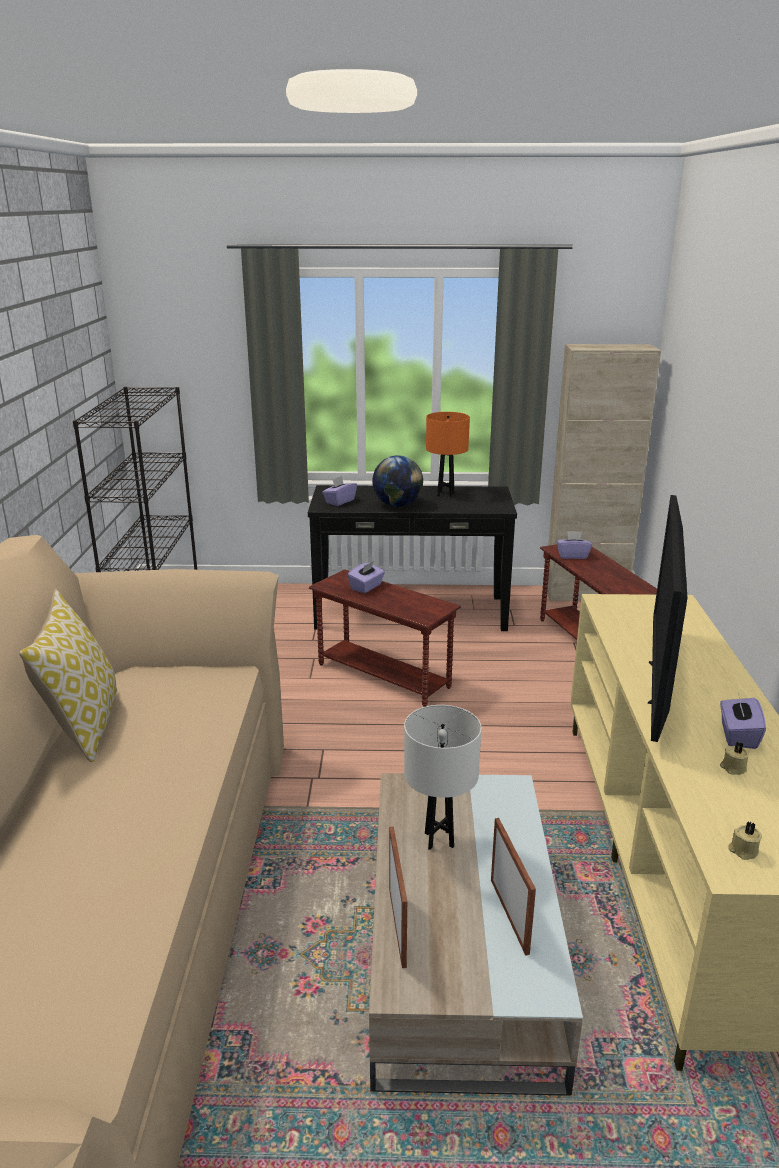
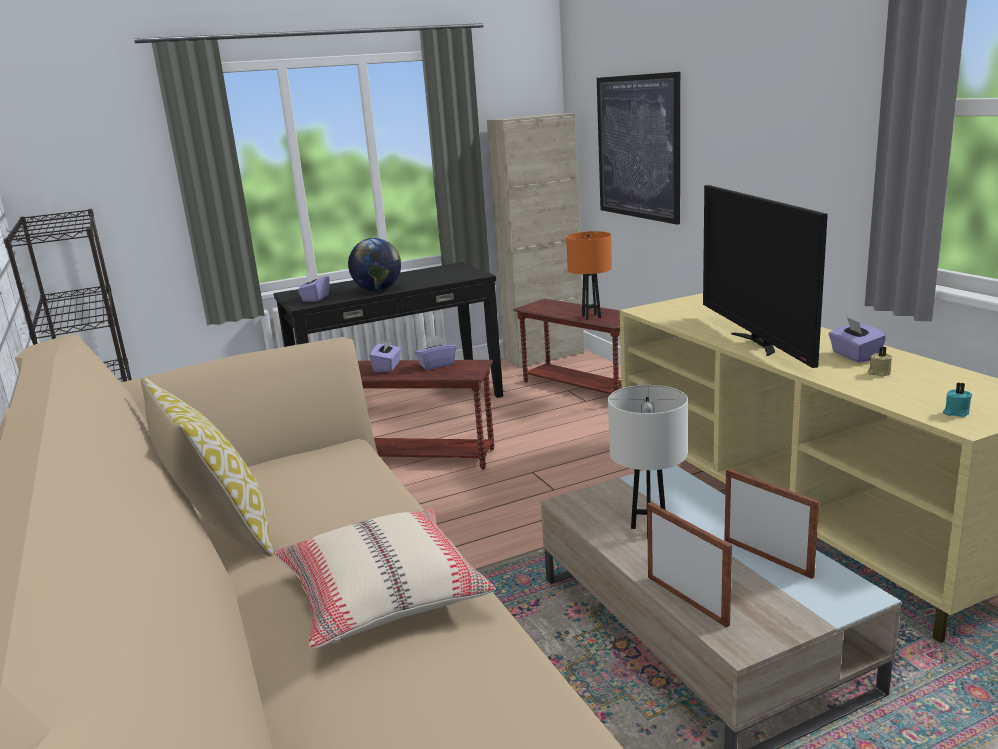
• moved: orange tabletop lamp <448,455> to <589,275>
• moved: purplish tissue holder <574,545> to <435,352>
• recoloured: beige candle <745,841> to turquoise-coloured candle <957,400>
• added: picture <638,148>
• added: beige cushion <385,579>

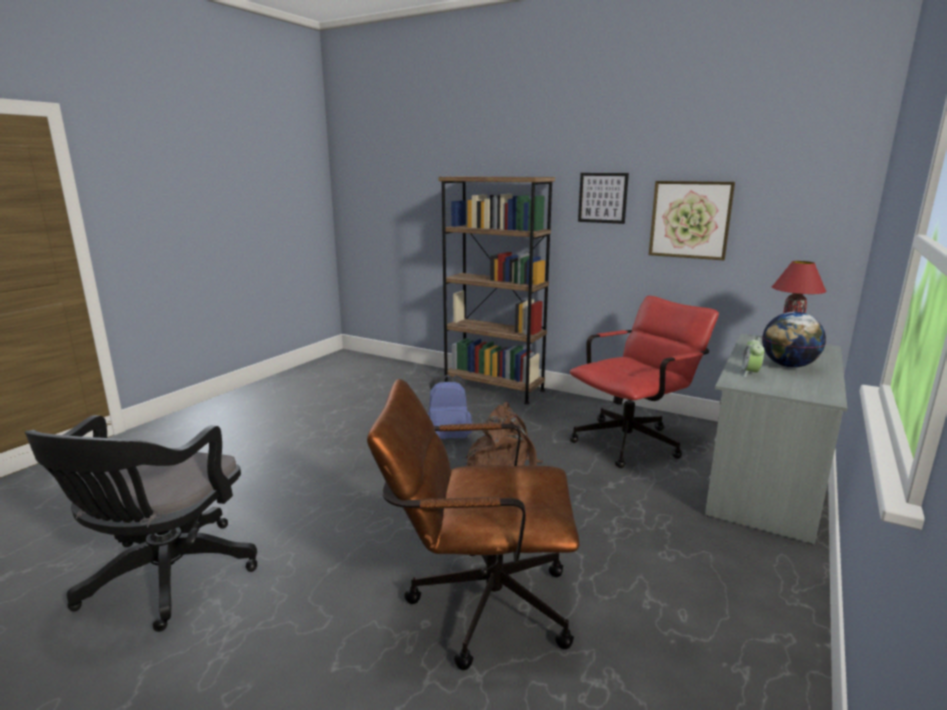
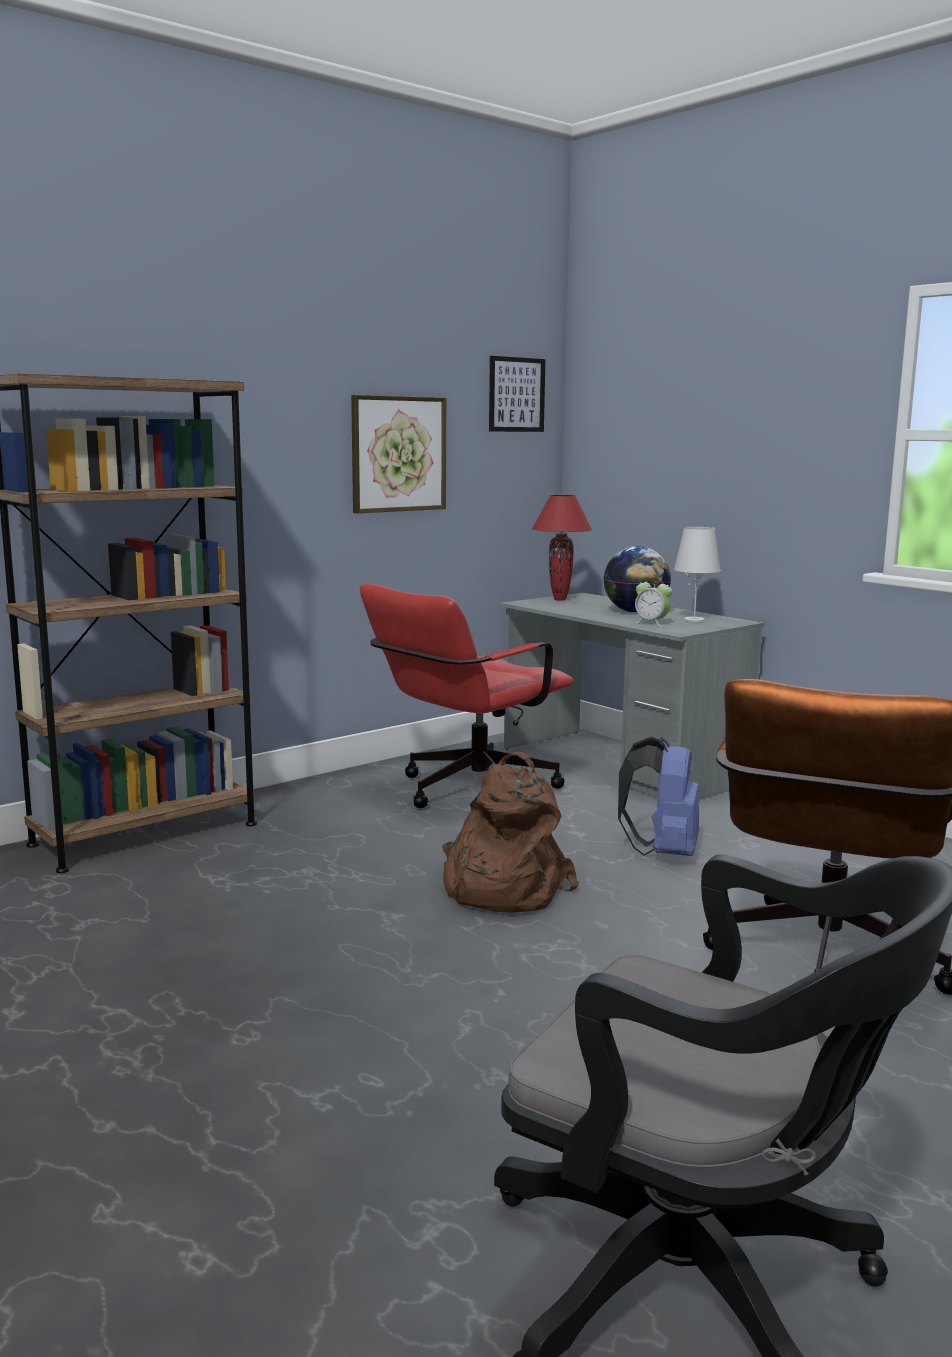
• moved: picture <603,198> to <517,394>
• turned: red-coloured office chair <644,382> = <466,696> 120 degrees counterclockwise
• moved: blue-coloured backpack <449,406> to <658,796>
• added: white tabletop lamp <697,574>

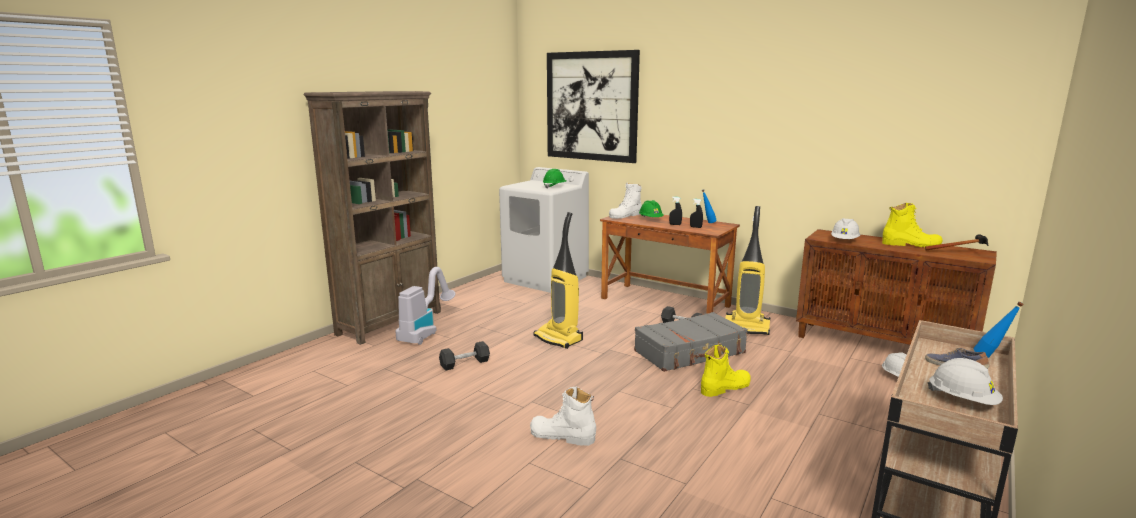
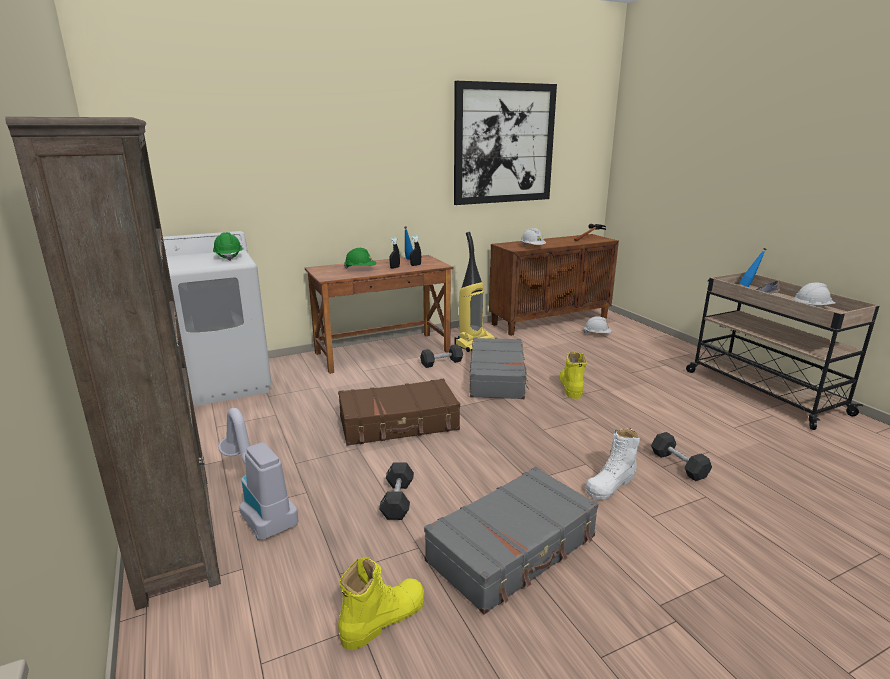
• moved: picture <593,106> to <505,143>
• removed: white tall boot <625,201>
• moved: yellow tall boot <912,225> to <381,604>
• replaced: vacuum cleaner <558,280> to brown piece of luggage <399,412>
• added: blackish dumbbell <681,456>
• added: greyish piece of luggage <511,540>

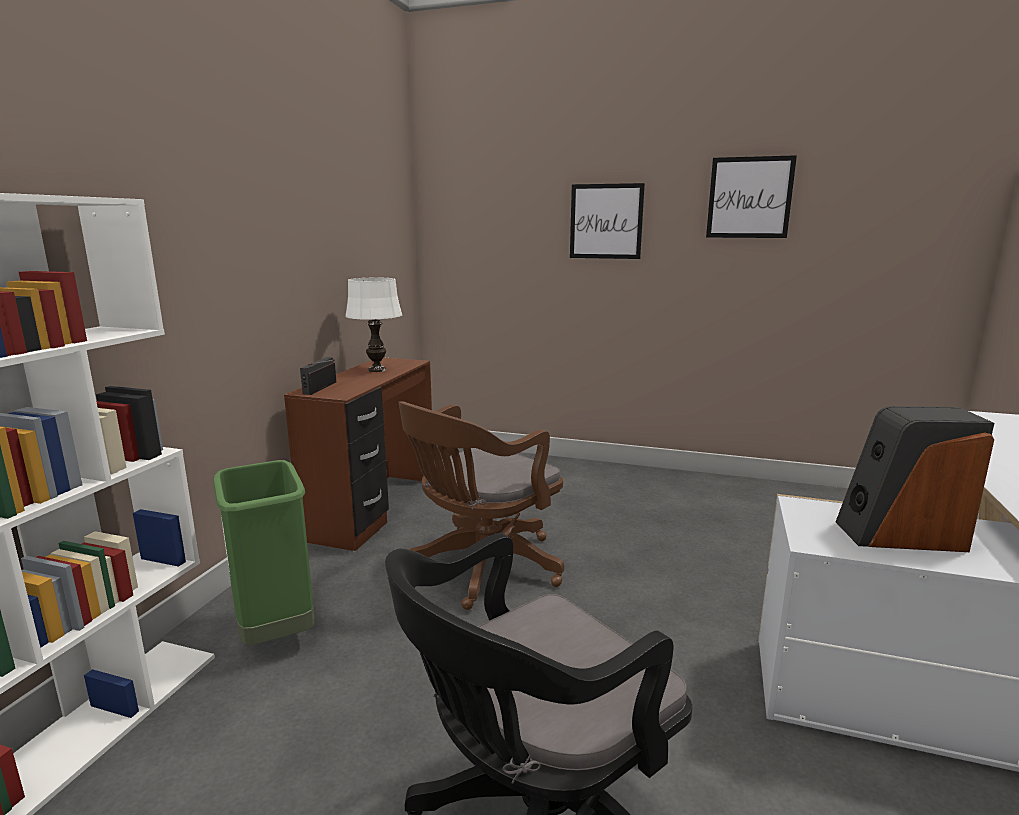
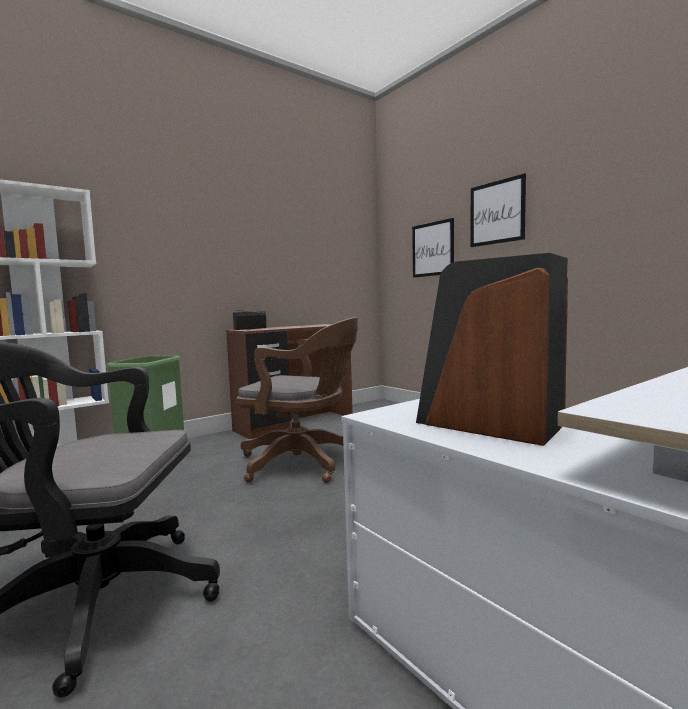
• moved: picture <751,196> to <433,248>
• removed: white tabletop lamp <373,325>
• turned: brown office chair <481,506> = <298,400> 150 degrees counterclockwise

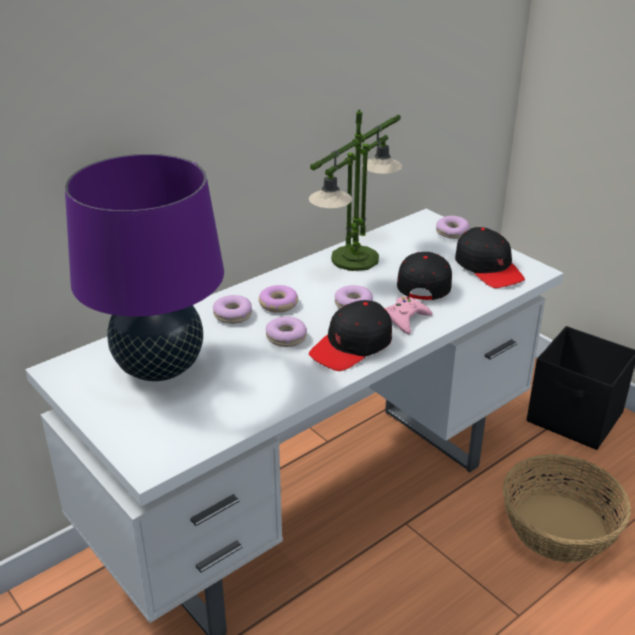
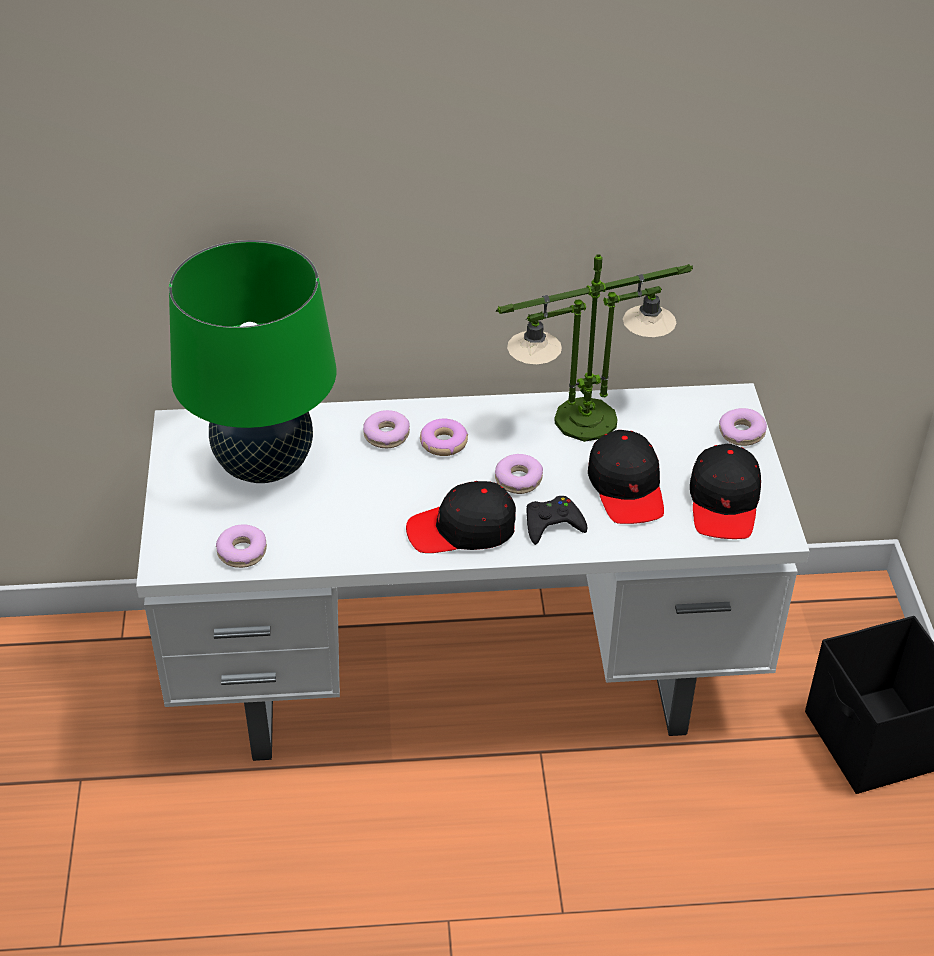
• recoloured: purplish tabletop lamp <144,267> to green-coloured tabletop lamp <253,361>
• turned: blackish peaked cap <424,276> = <626,477> 120 degrees clockwise
• recoloured: pink-coloured joypad <408,315> to blackish joypad <557,520>
• moved: donut <286,332> to <241,546>
• removed: basket <567,508>

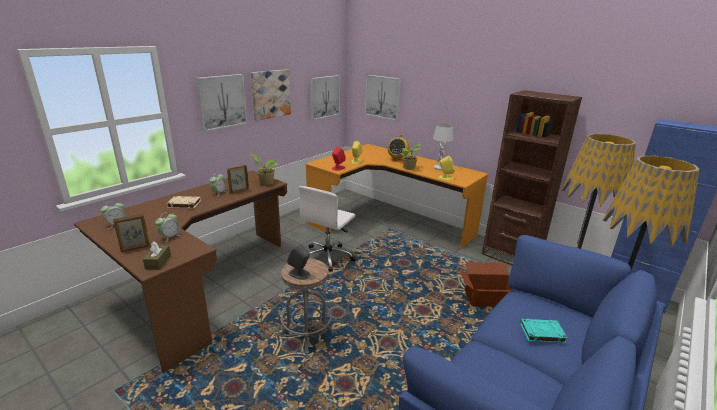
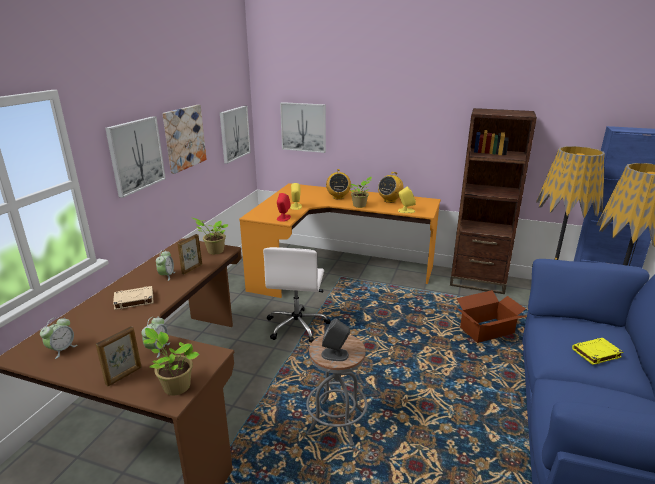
• replaced: white tabletop lamp <443,147> to radio set <391,187>
• replaced: brown tissue holder <157,256> to potted plant <171,361>
• recoloured: turquoise-coloured volume <544,331> to yellow volume <597,351>

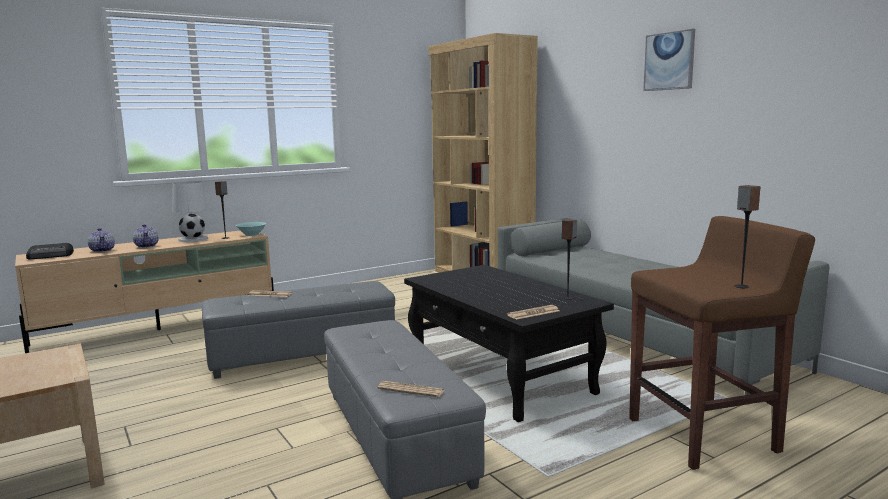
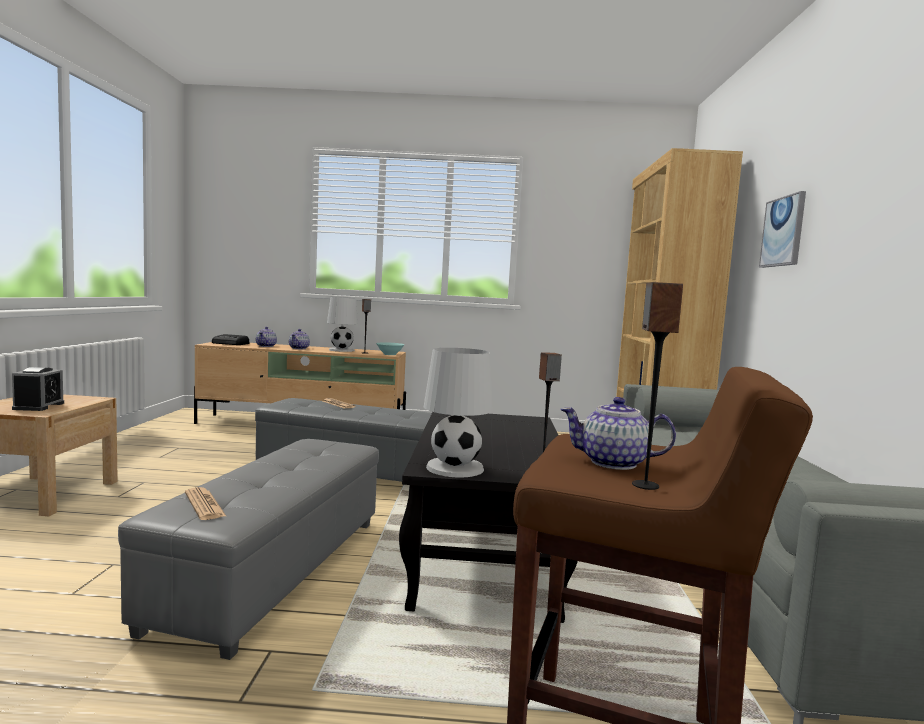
• moved: picture <669,60> to <782,229>
• replaced: newspaper <533,312> to white tabletop lamp <458,412>
• added: bedside clock <38,389>
• added: tea pot <618,433>

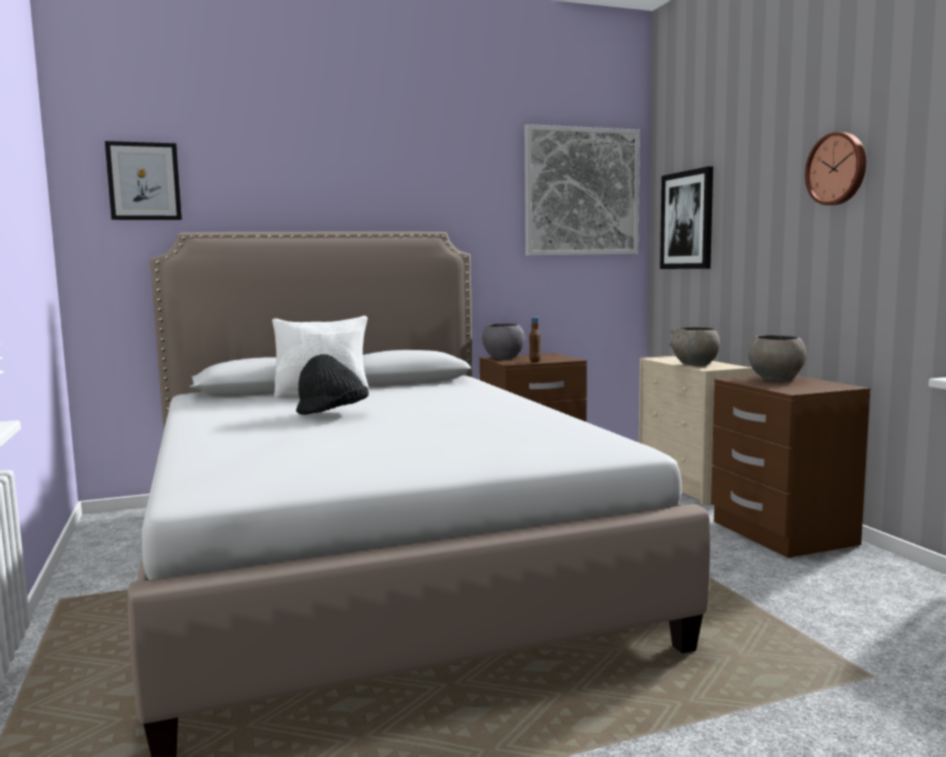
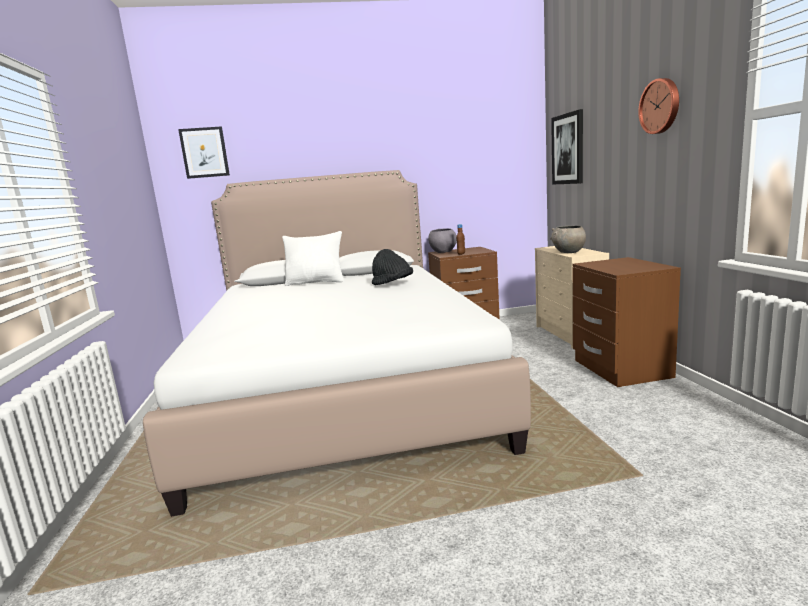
• removed: picture <582,190>
• removed: greyish bowl <777,358>
• moved: blackish hat <332,384> to <392,267>

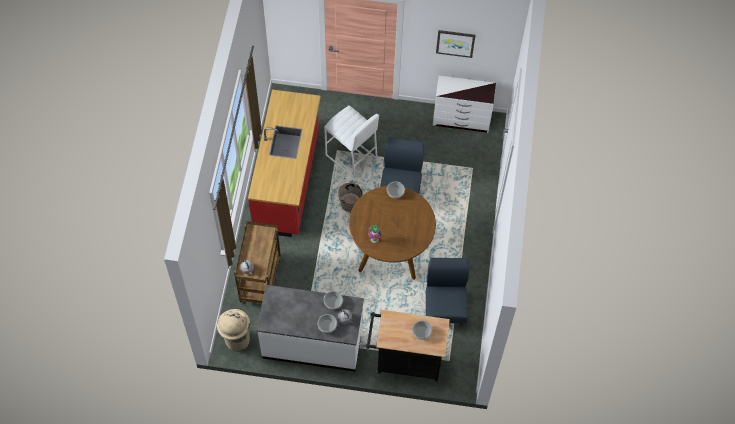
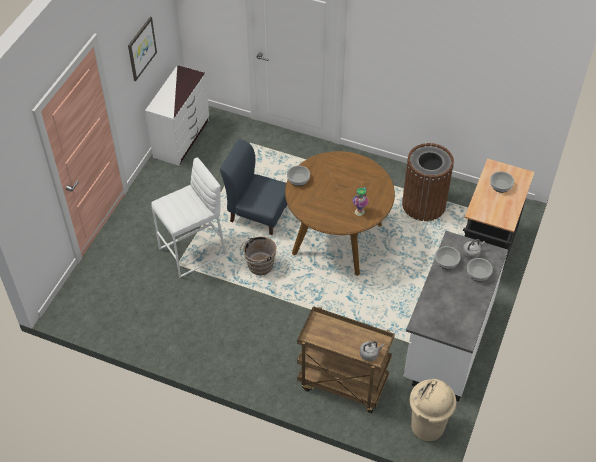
• removed: red-coloured kitchen base unit <284,163>
• replaced: blue-coloured plain chair <447,292> to brown rubbish bin <428,182>

